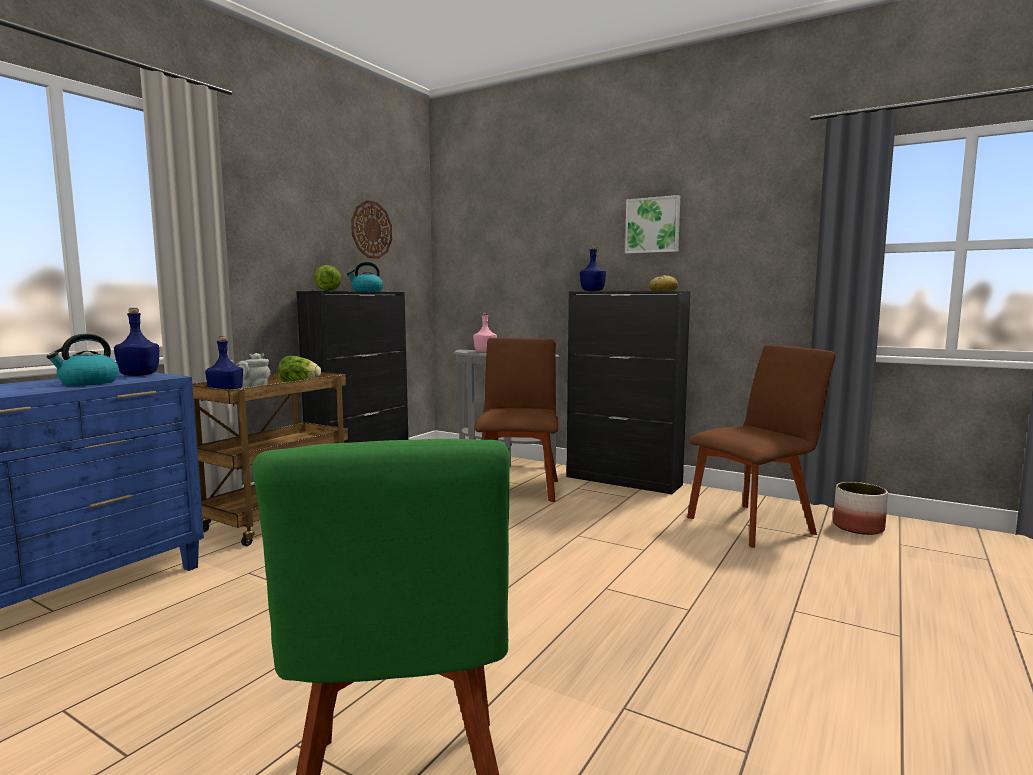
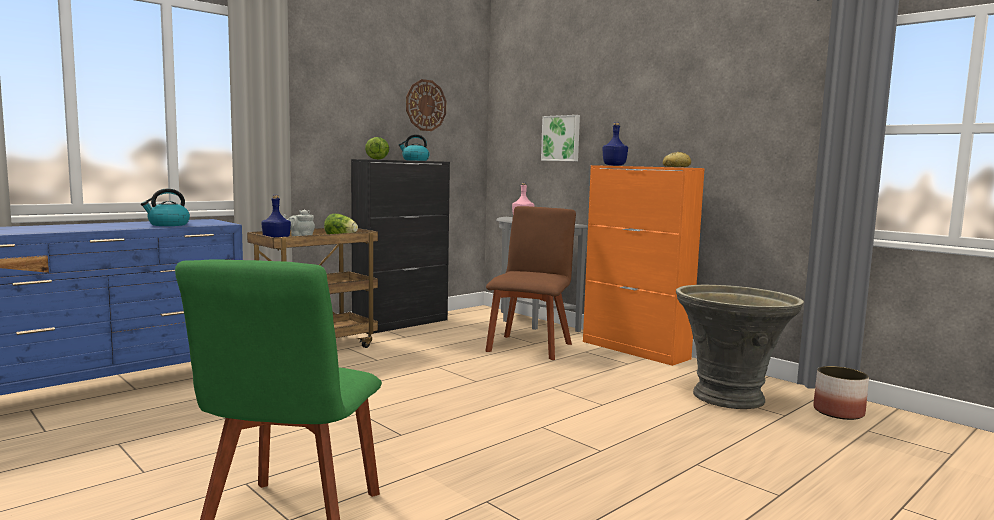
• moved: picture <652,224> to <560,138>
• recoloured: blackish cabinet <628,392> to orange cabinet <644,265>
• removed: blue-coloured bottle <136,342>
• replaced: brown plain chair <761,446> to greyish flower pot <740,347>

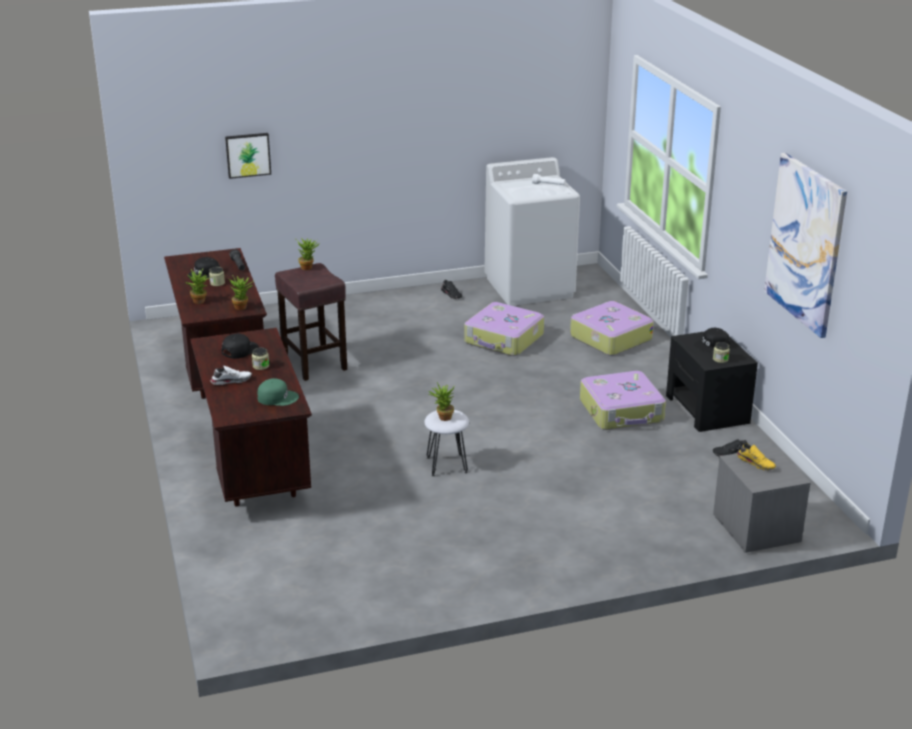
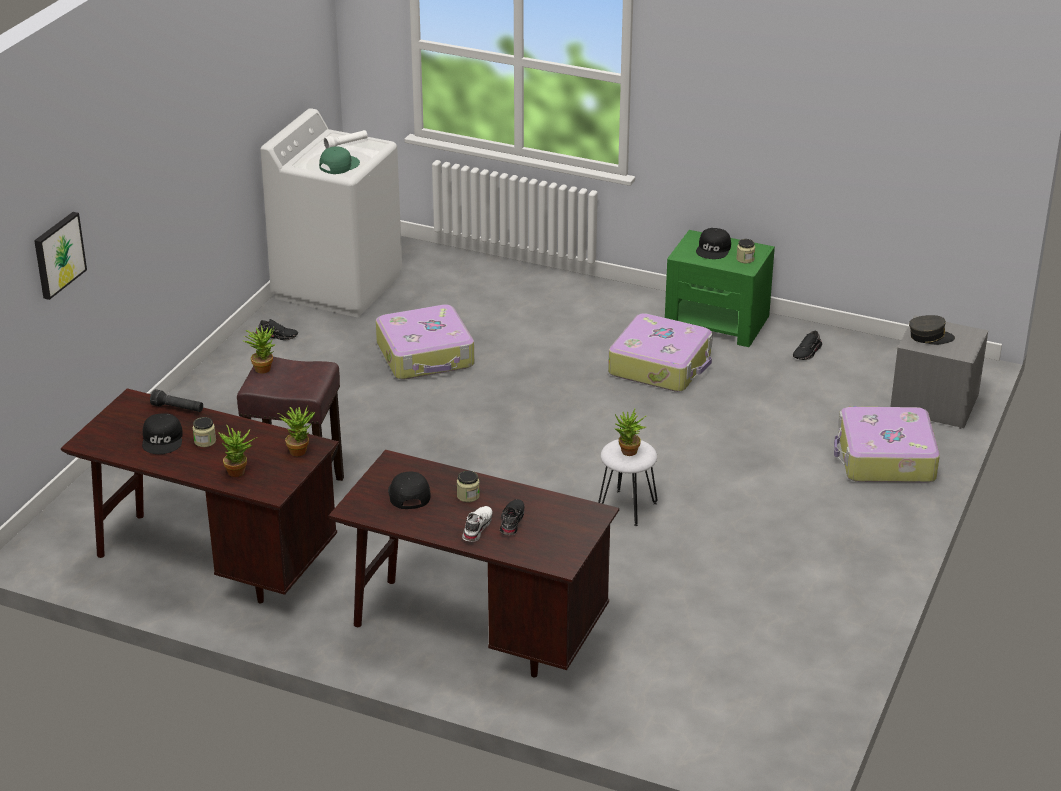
• removed: picture <805,245>
• moved: piece of luggage <612,328> to <887,445>
• recoloured: blackish bedside table <712,381> to green-coloured bedside table <720,288>
• moved: green-coloured peaked cap <278,392> to <339,160>
• replaced: yellow item of footwear <756,457> to greyish peaked cap <932,330>
• added: blackish item of footwear <512,517>

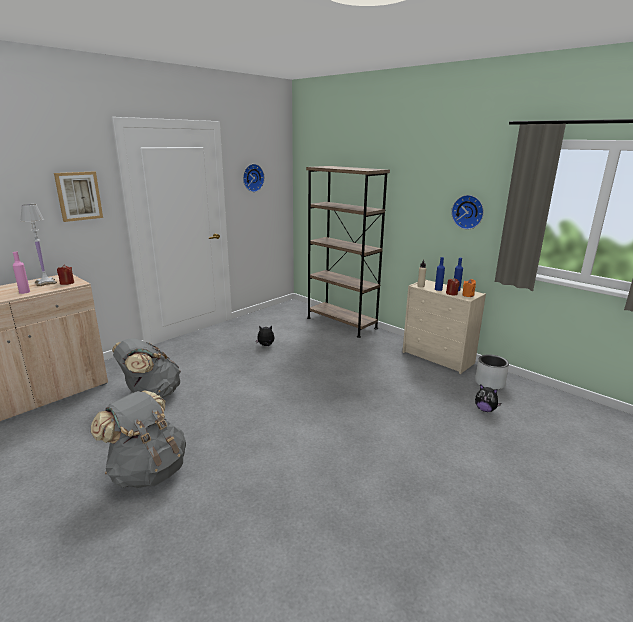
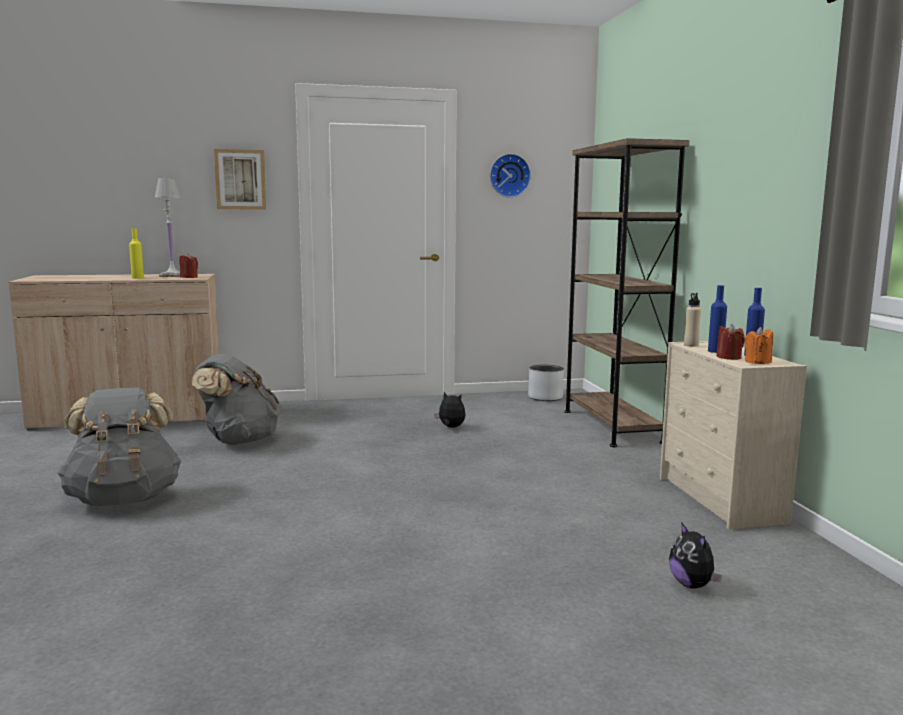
• removed: hanging clock <467,212>
• recoloured: pink-coloured bottle <21,273> to yellow bottle <136,253>
• moved: greyish flower pot <492,372> to <546,383>

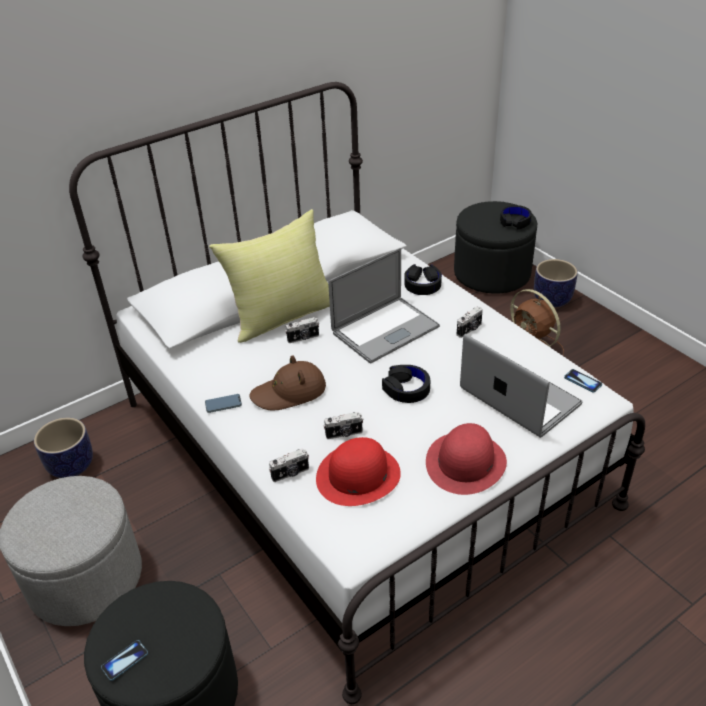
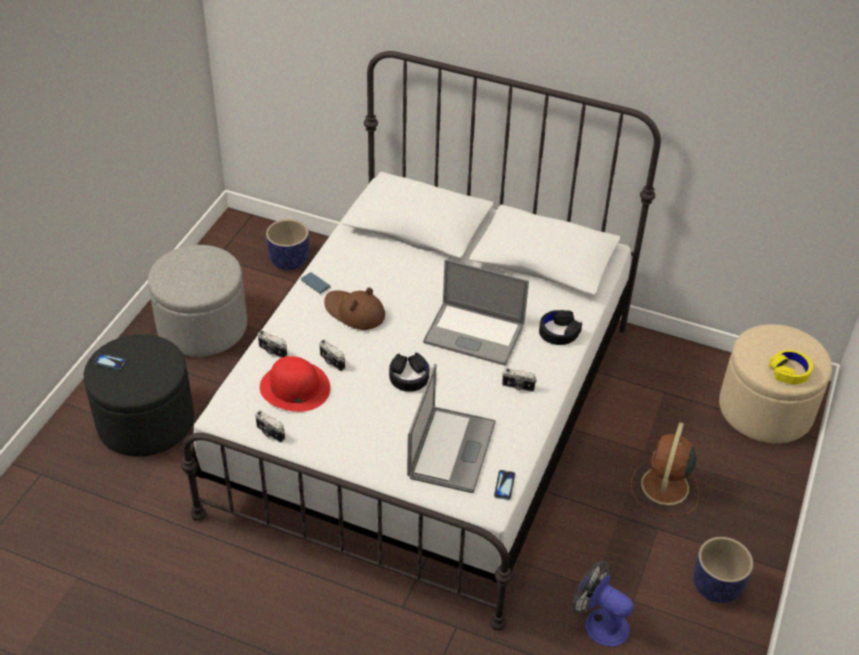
• recoloured: blackish ottoman <495,247> to beige ottoman <775,384>
• recoloured: blackish pair of headphones <516,217> to yellow pair of headphones <791,367>
• removed: yellow cushion <269,276>
• moved: flower pot <556,283> to <723,570>
• moved: photo camera <302,330> to <270,426>
• removed: red-coloured hat <466,459>
• added: electric fan <603,604>

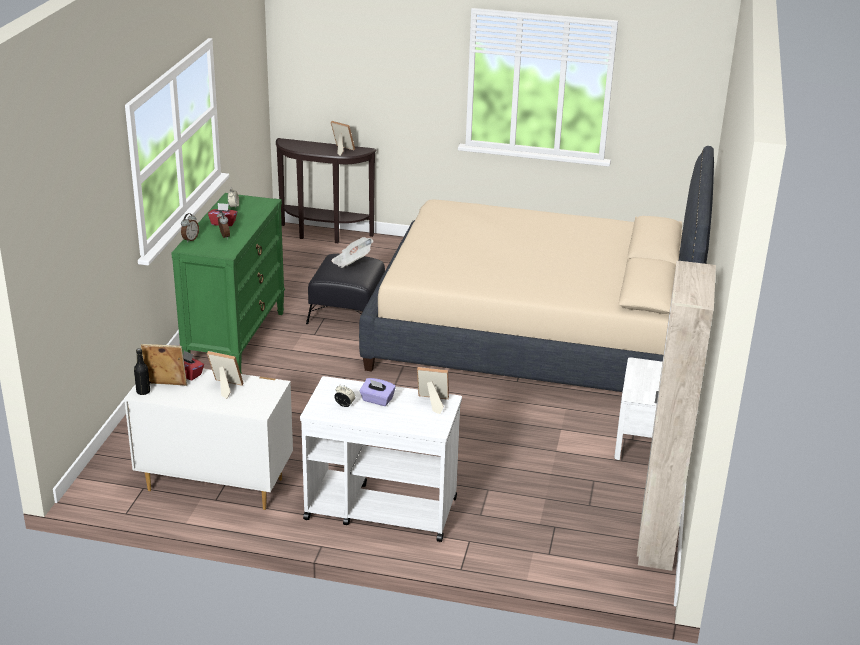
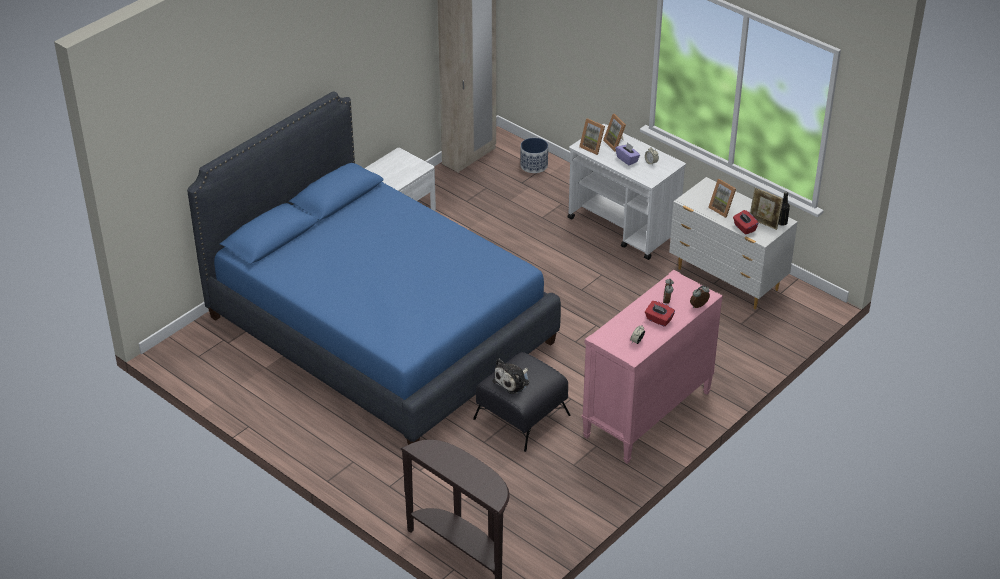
• moved: standing frame <343,138> to <614,132>
• recoloured: beige sleeping bed <536,269> to blue-coloured sleeping bed <374,268>
• recoloured: green-coloured dresser <228,283> to pink-coloured dresser <652,367>
• replaced: newspaper <353,252> to soft toy <510,376>
• added: flower pot <534,155>

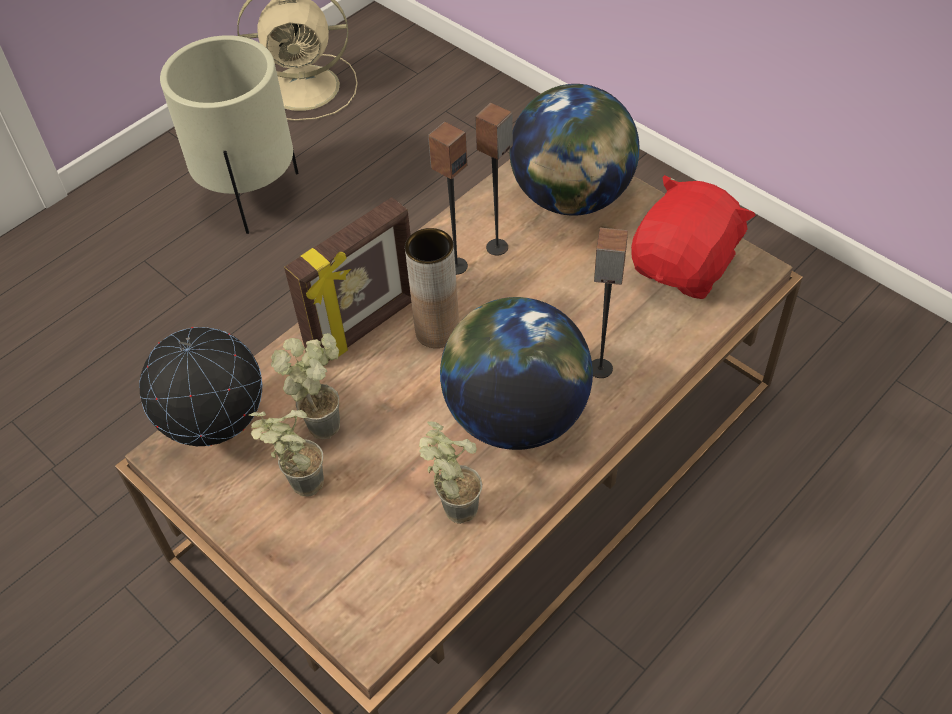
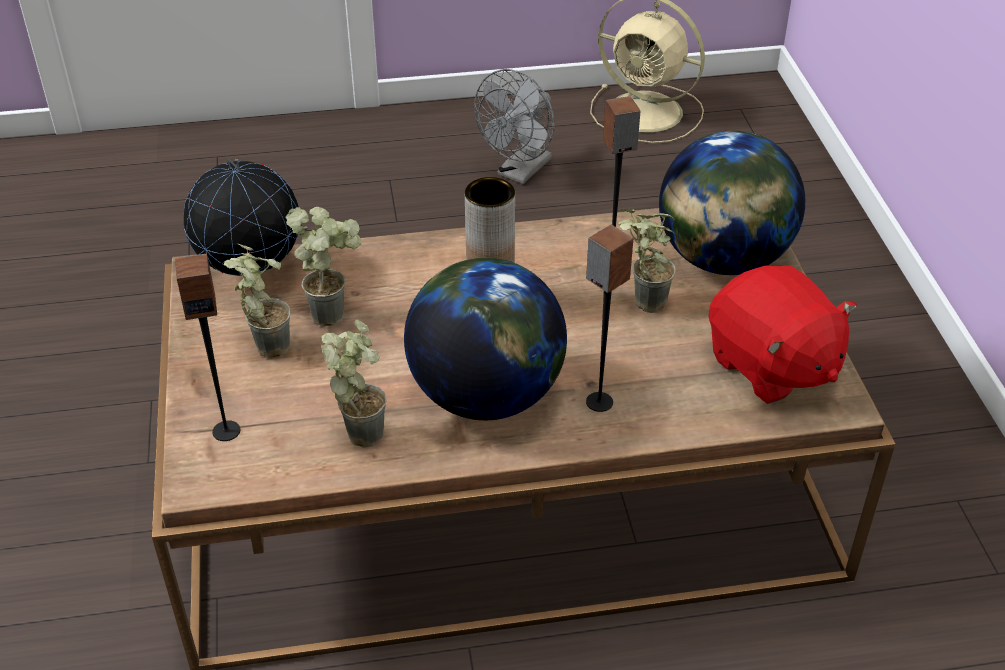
• replaced: beige flower pot <229,134> to greyish electric fan <514,126>
• moved: audio speaker <448,198> to <207,347>
• turned: red-coloured soft toy <693,237> = <783,334> 75 degrees clockwise
• removed: standing frame <347,277>
• added: potted plant <647,261>

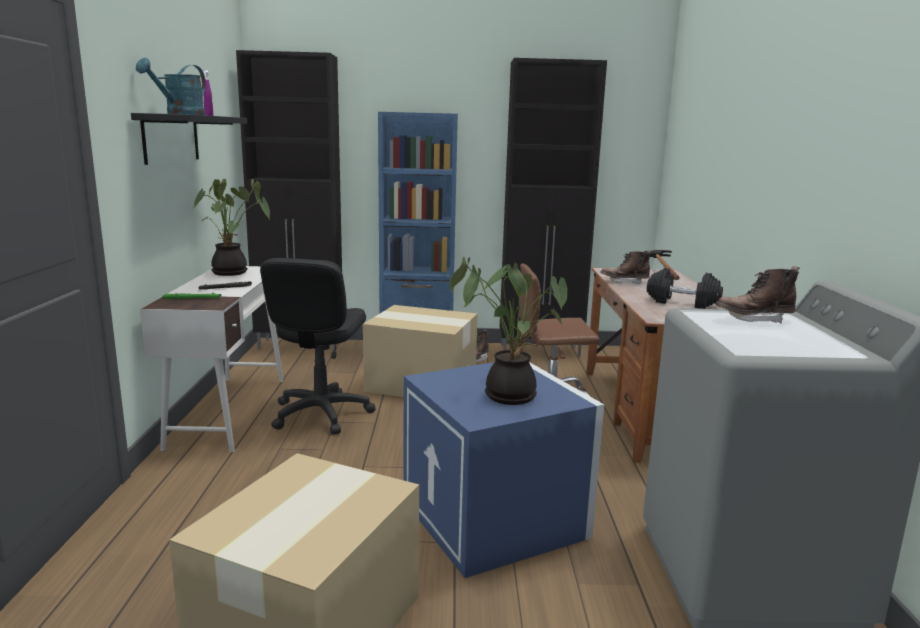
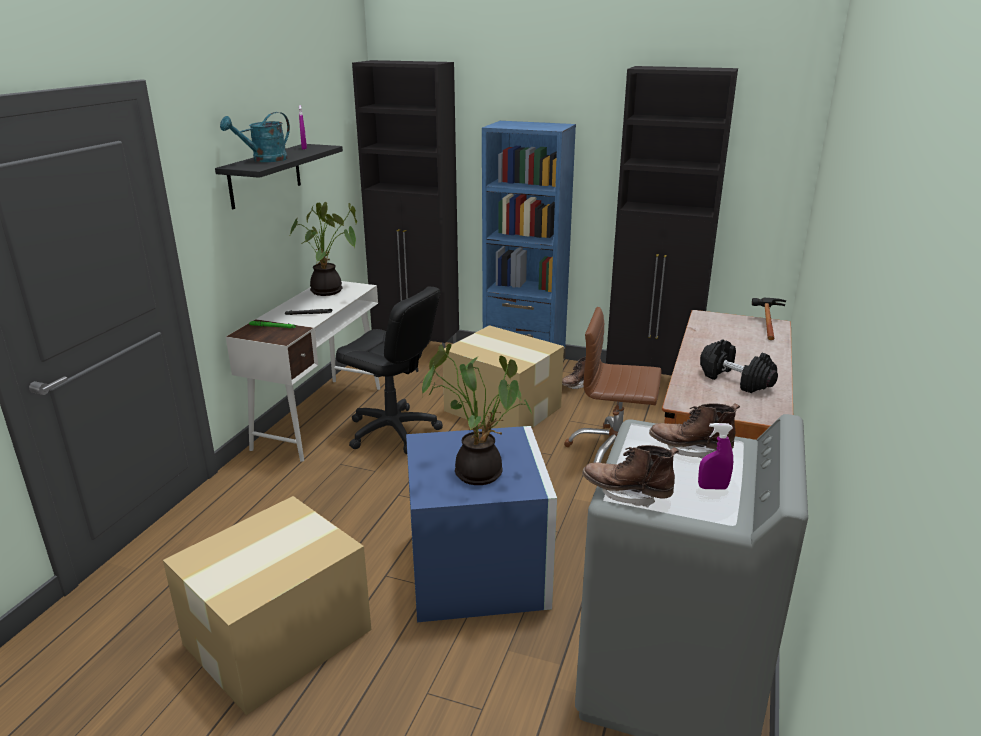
• moved: brown tall boot <626,267> to <630,476>
• turned: blackish office chair <318,346> = <389,370> 90 degrees counterclockwise
• added: purplish spray bottle <715,456>

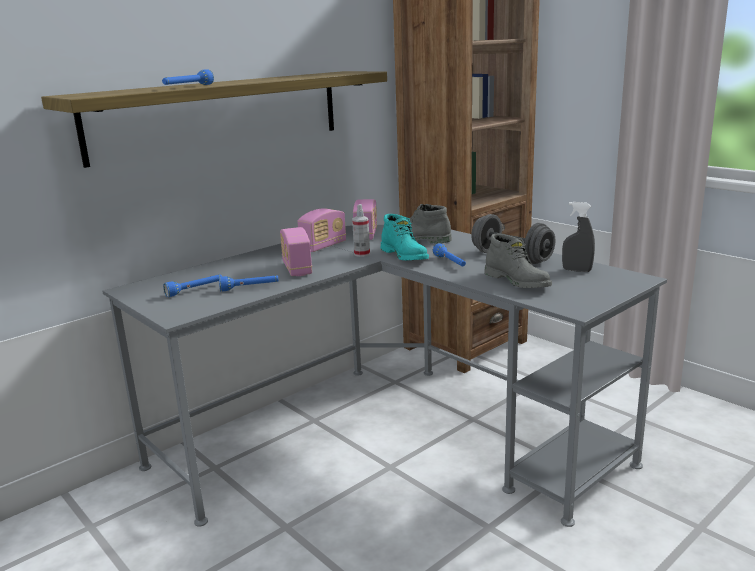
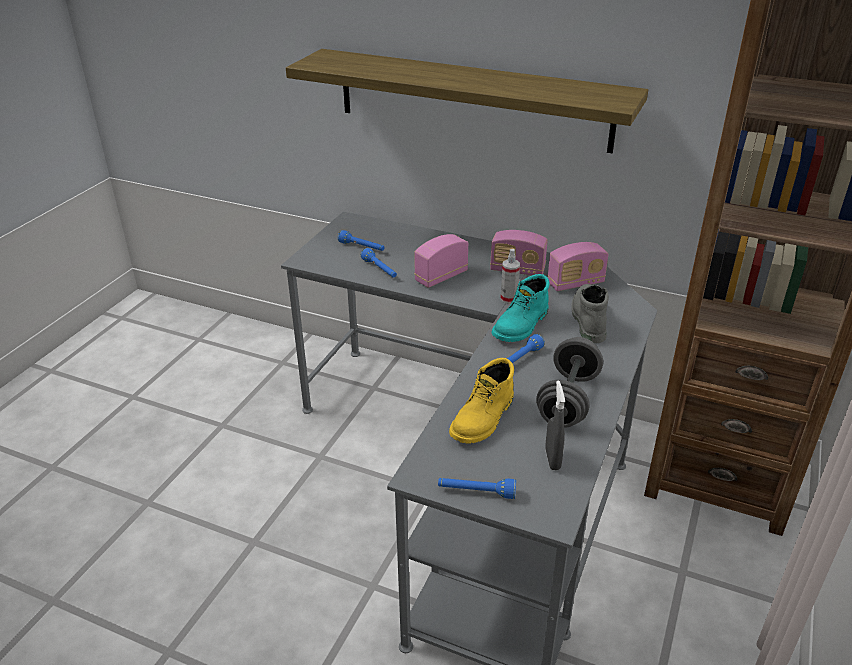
• moved: blue-coloured torch <188,77> to <477,488>
• recoloured: greyish tall boot <518,261> to yellow tall boot <481,400>

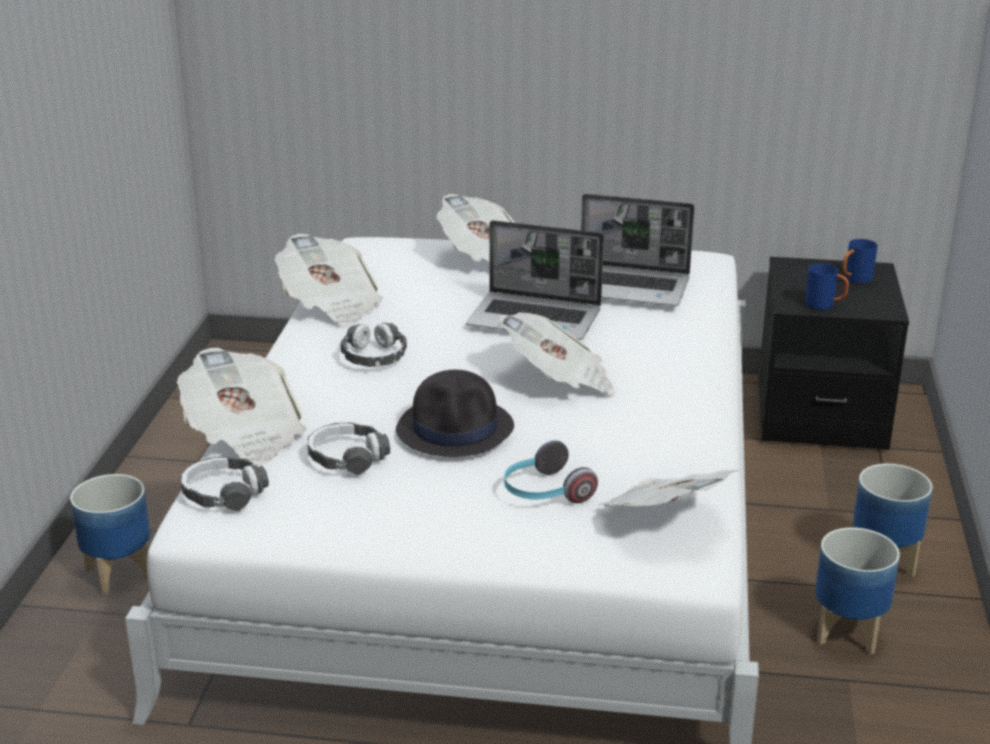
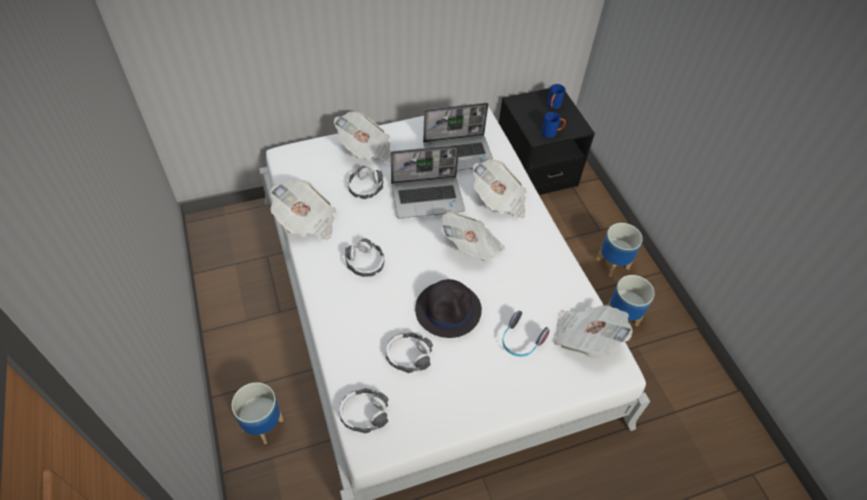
• moved: newspaper <242,406> to <499,188>
• added: pair of headphones <365,182>

